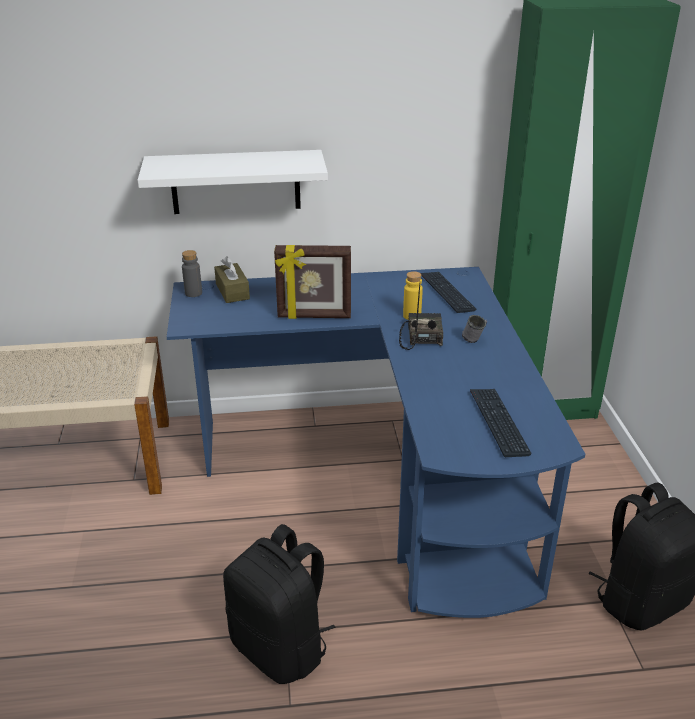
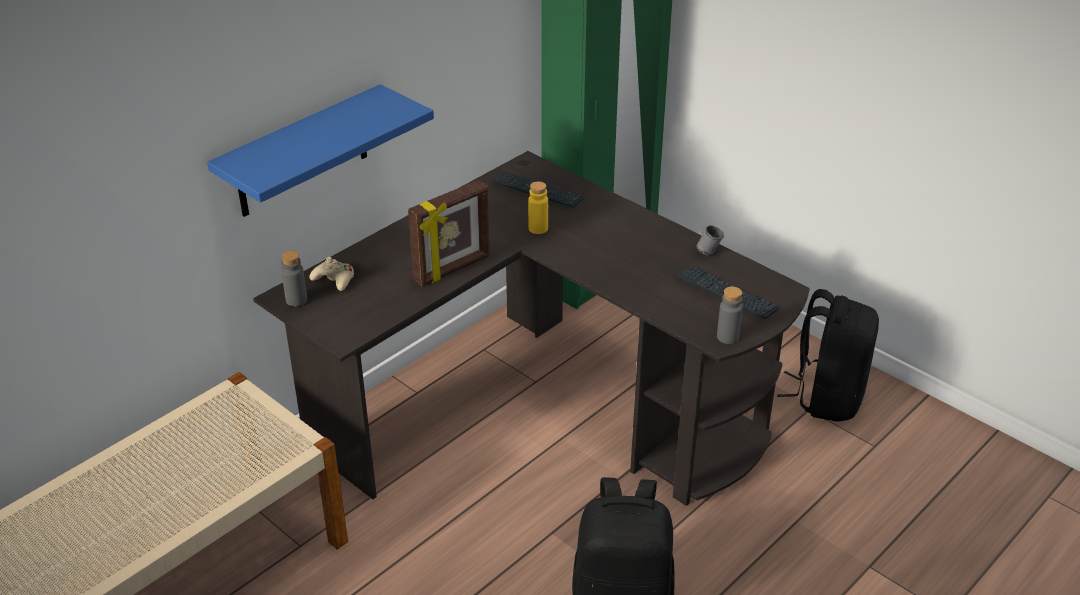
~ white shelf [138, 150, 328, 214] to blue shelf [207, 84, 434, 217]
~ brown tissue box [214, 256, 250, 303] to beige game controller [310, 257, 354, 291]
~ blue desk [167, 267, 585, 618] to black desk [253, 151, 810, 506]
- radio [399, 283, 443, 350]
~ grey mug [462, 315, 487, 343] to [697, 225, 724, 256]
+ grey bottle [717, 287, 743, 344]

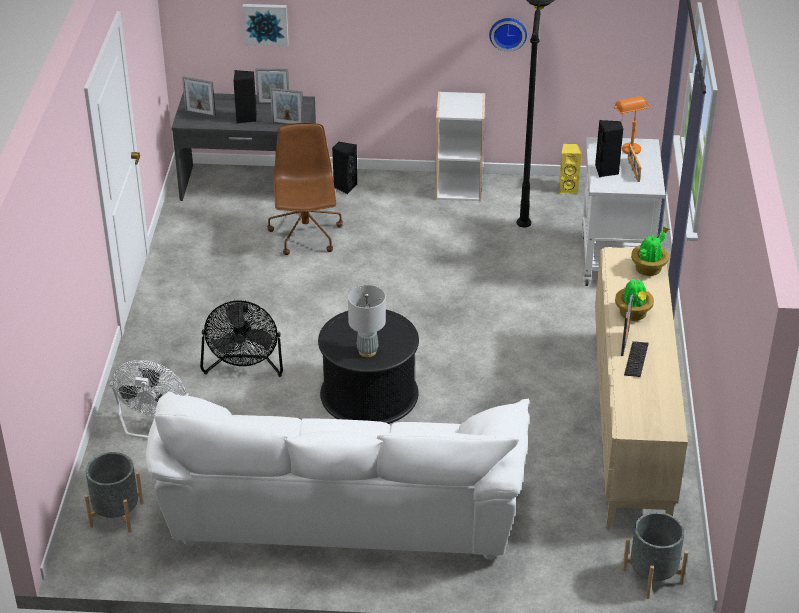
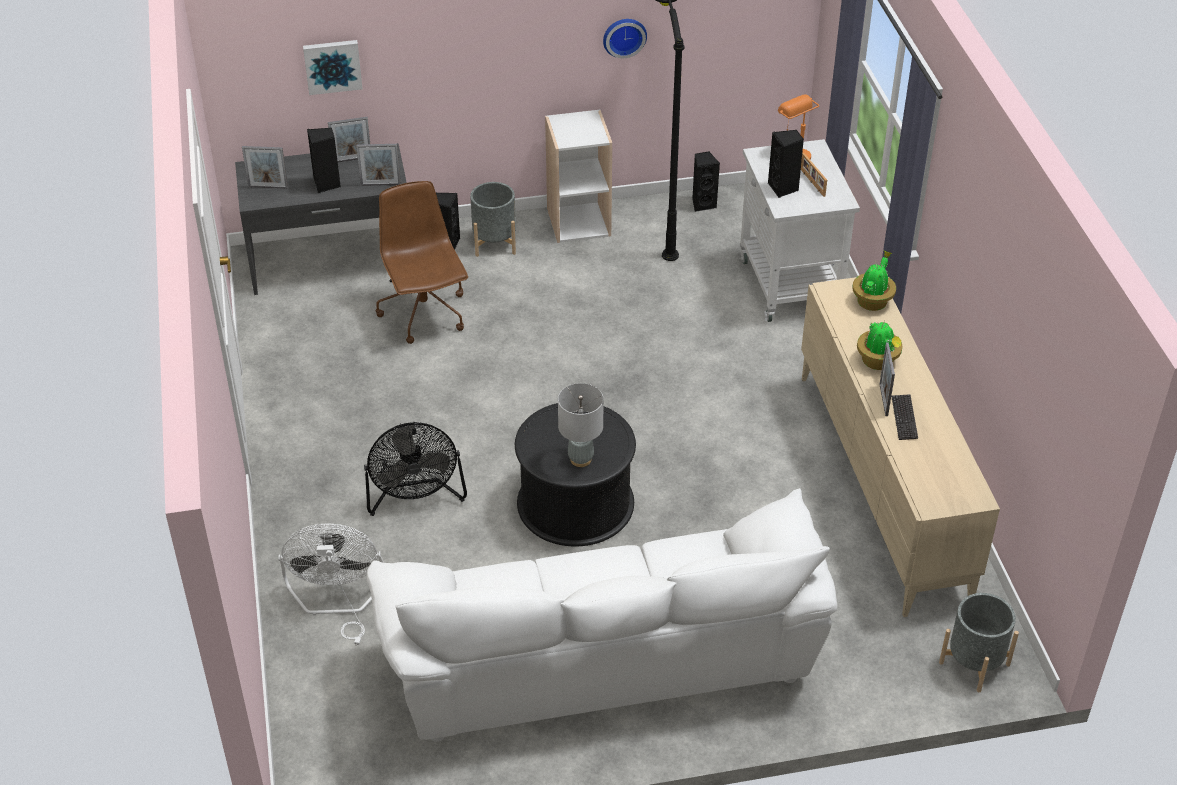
~ yellow speaker [558, 143, 582, 193] to black speaker [692, 151, 720, 212]
~ grey planter [85, 452, 143, 533] to [470, 182, 516, 257]

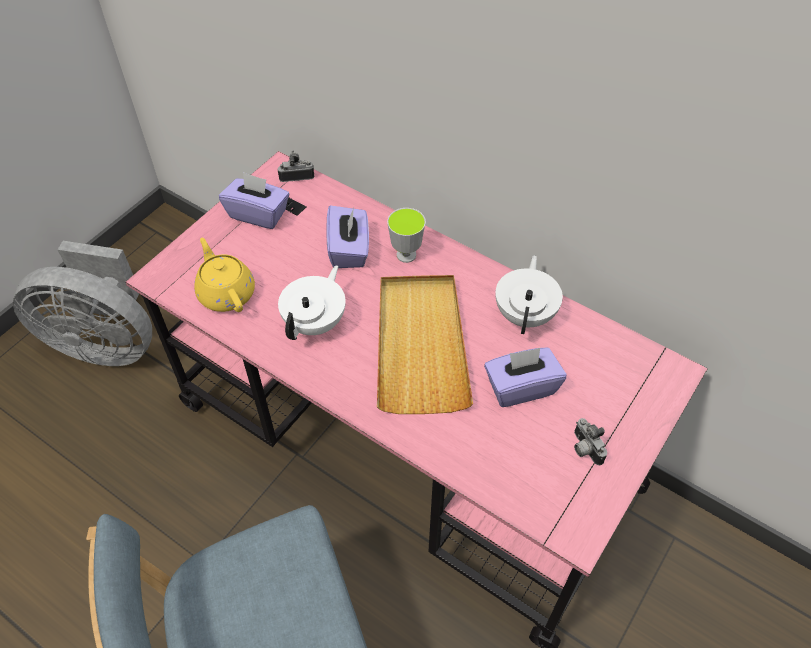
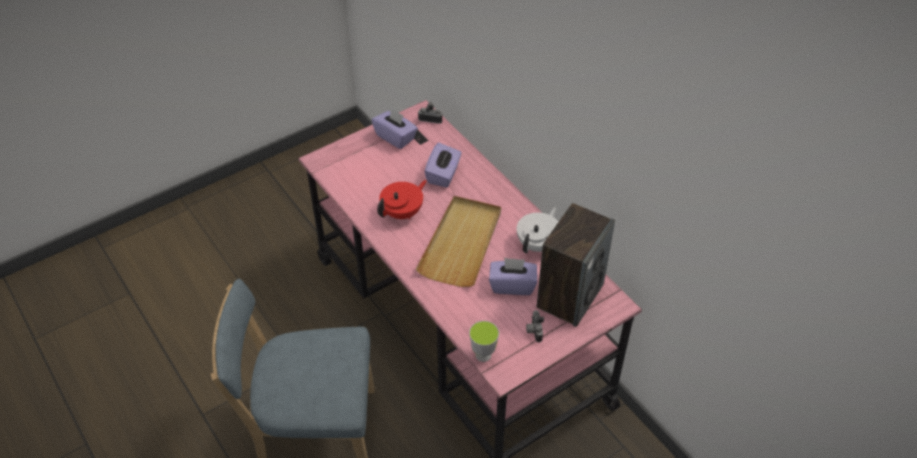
~ cup [387, 208, 426, 263] to [469, 321, 499, 362]
- yellow teapot [194, 238, 255, 312]
- grey fan [13, 241, 152, 366]
~ white teapot [278, 265, 346, 340] to red teapot [377, 180, 427, 219]
+ speaker [537, 203, 615, 327]

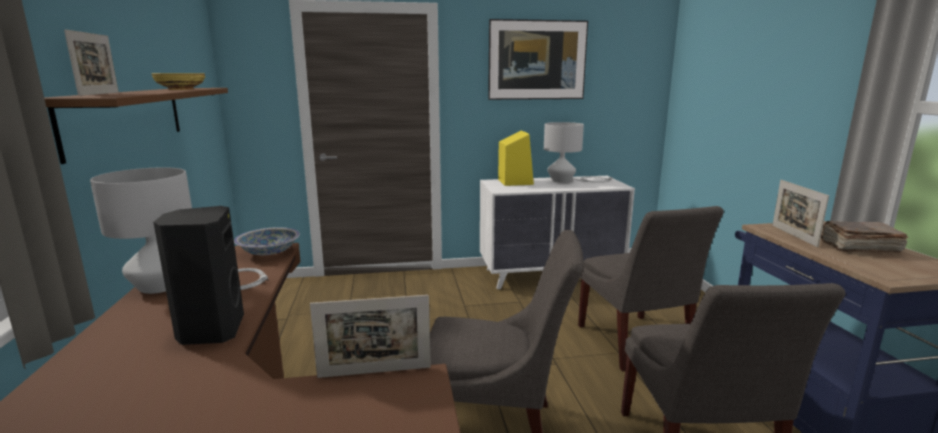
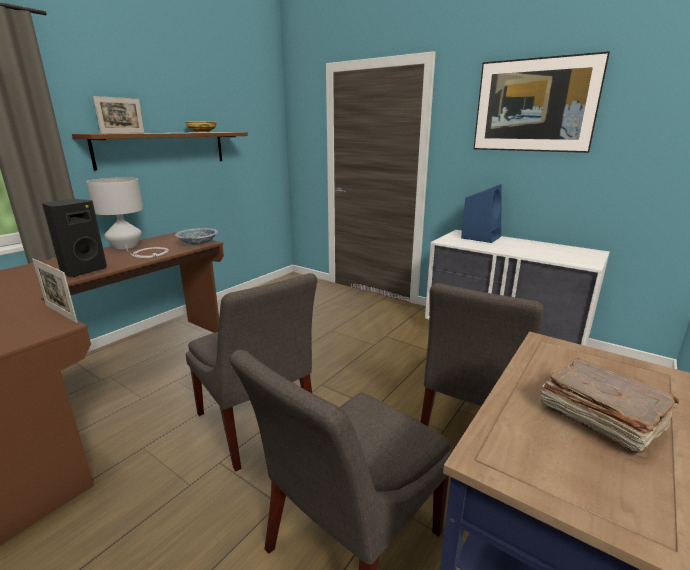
- white table lamp [544, 122, 613, 183]
~ yellow speaker [498, 130, 534, 186] to blue speaker [461, 184, 502, 243]
- picture frame [772, 180, 829, 247]

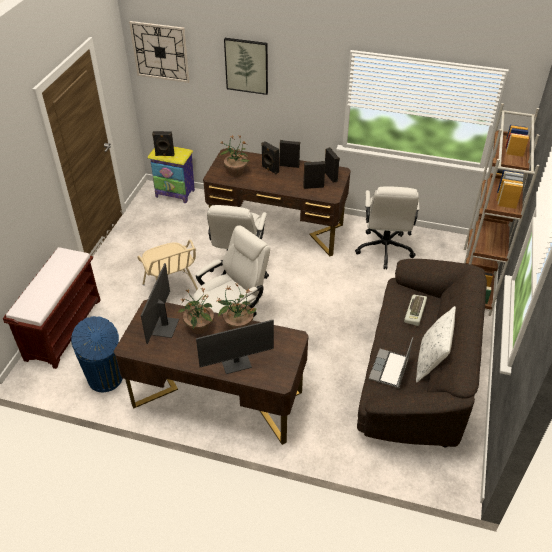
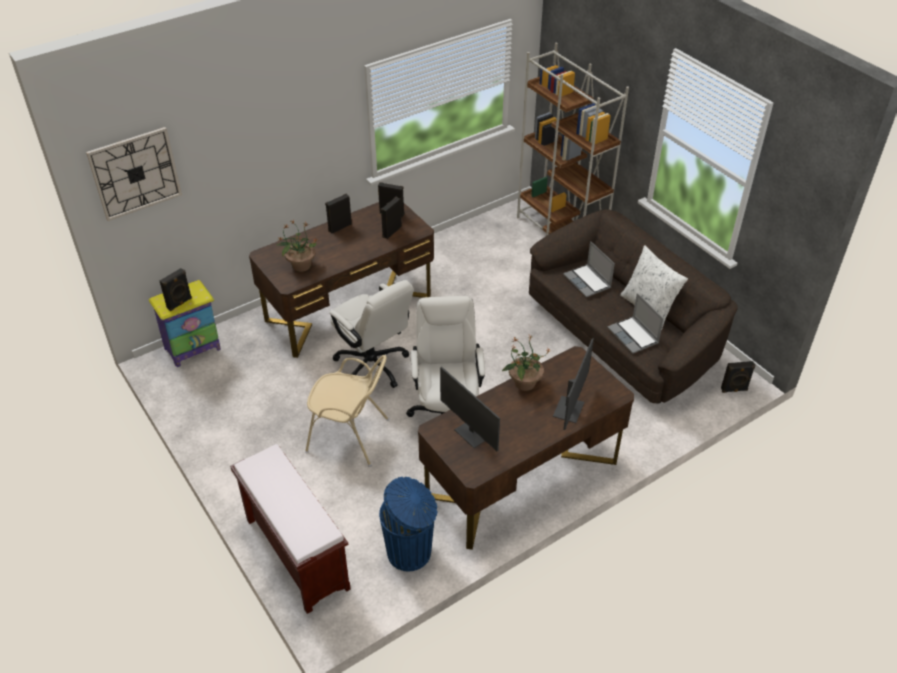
- picture [224, 38, 268, 95]
~ black speaker [261, 142, 279, 174] to [721, 361, 756, 393]
- white office chair [355, 186, 420, 269]
- potted plant [178, 288, 214, 334]
~ keyboard [404, 295, 427, 326] to laptop [563, 241, 615, 297]

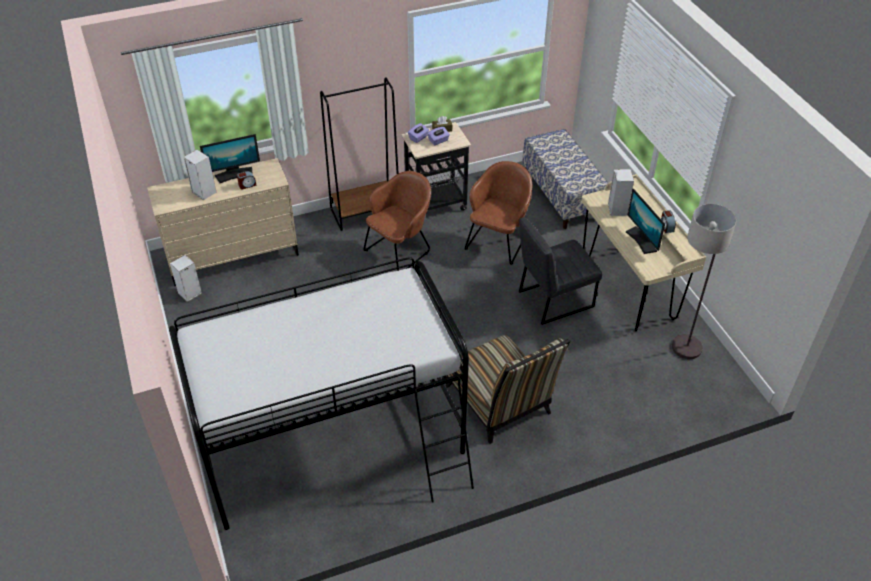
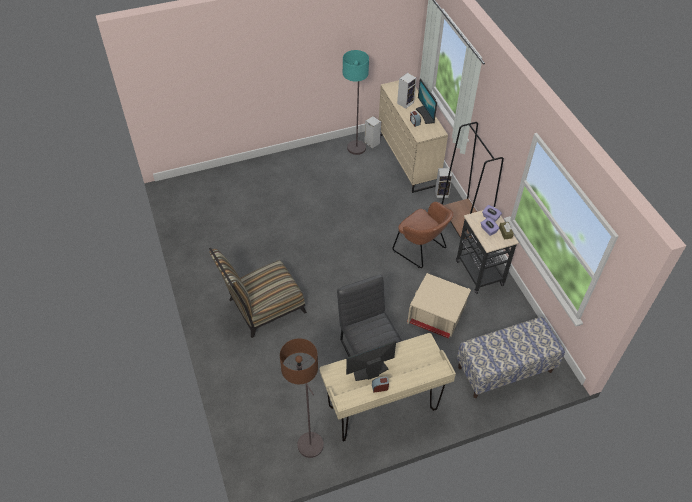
~ brown armchair [465, 161, 532, 265] to beige storage box [407, 273, 471, 338]
~ speaker [608, 169, 634, 216] to [435, 168, 452, 198]
~ grey floor lamp [672, 204, 736, 359] to brown floor lamp [280, 338, 324, 458]
- black bed [169, 257, 474, 530]
+ turquoise floor lamp [343, 50, 369, 155]

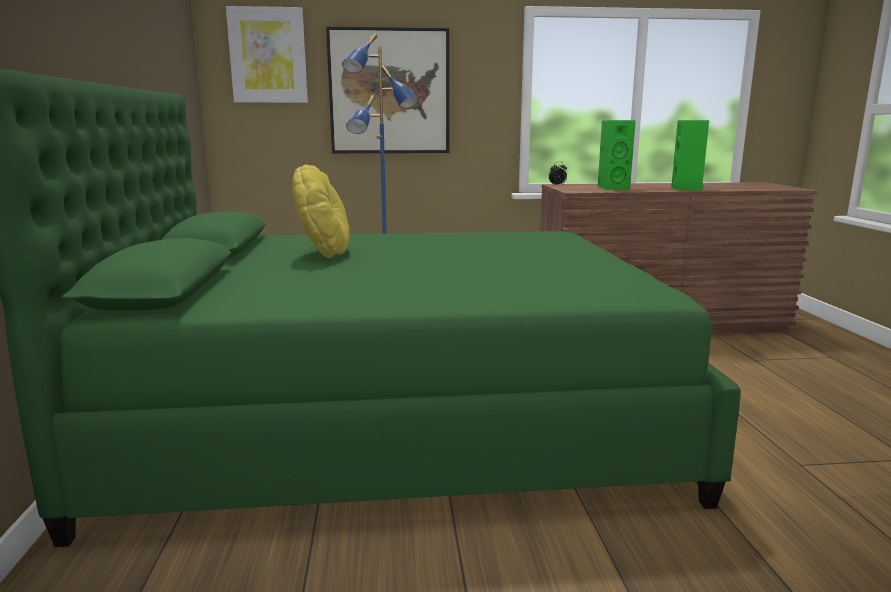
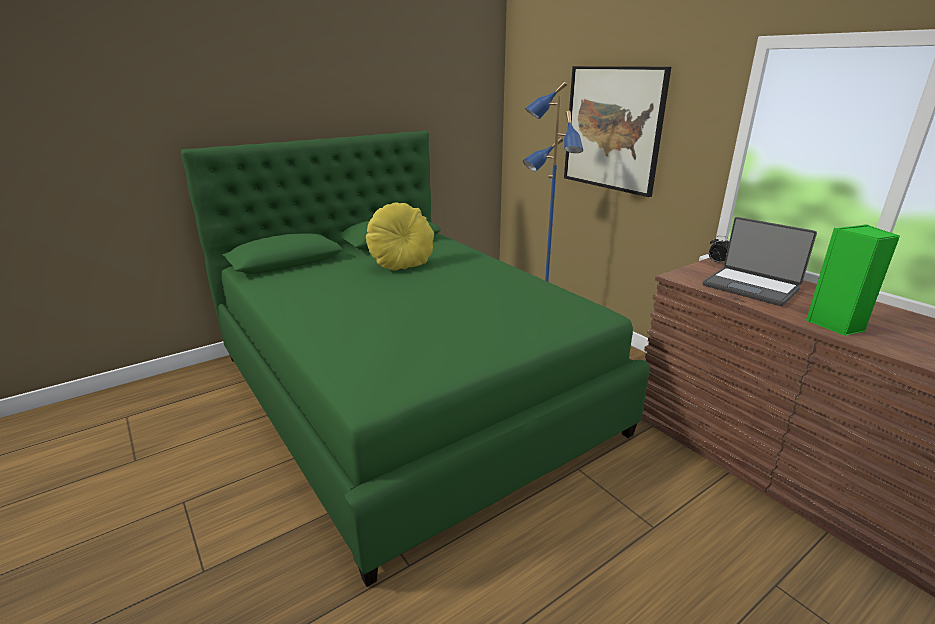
- picture [226, 6, 308, 103]
~ green speaker [598, 120, 636, 189] to laptop [702, 217, 817, 306]

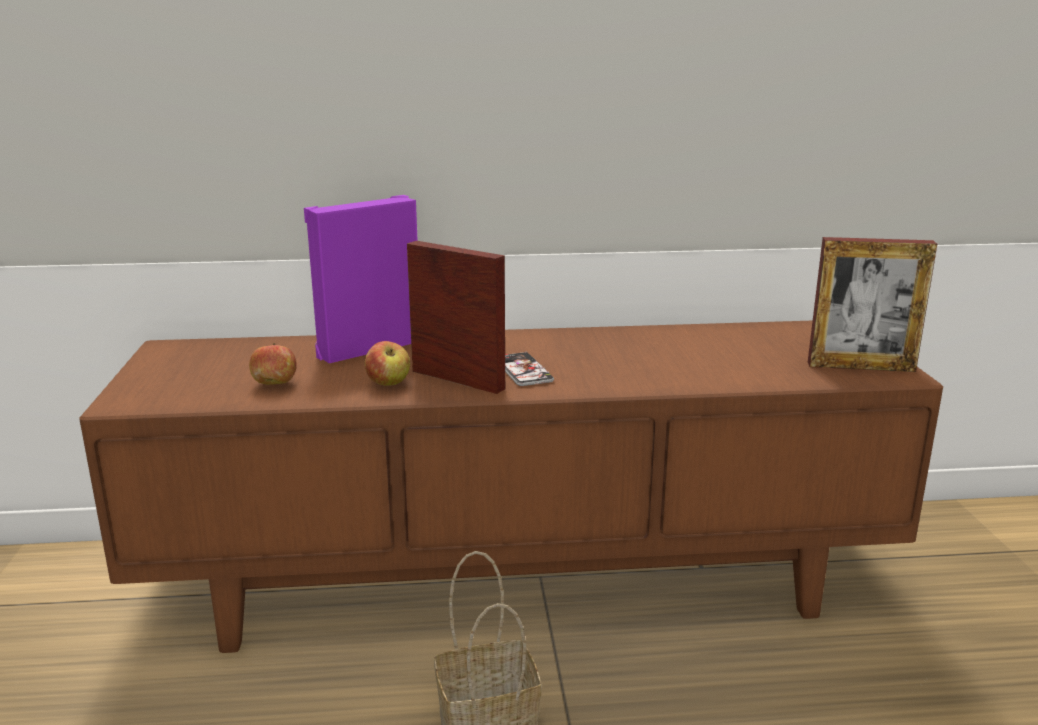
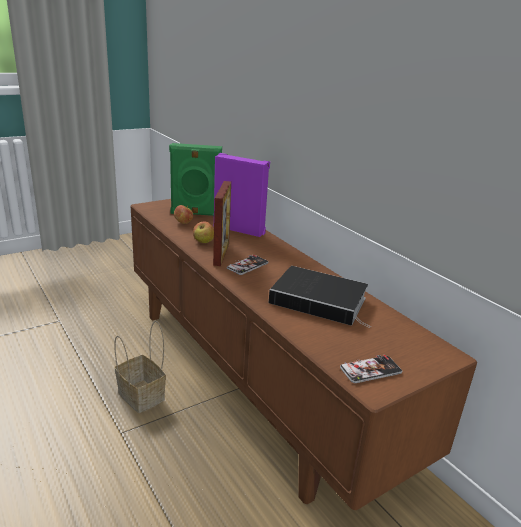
~ picture frame [808, 237, 937, 372] to phone [340, 355, 402, 383]
+ green speaker [169, 143, 222, 216]
+ book [269, 266, 371, 328]

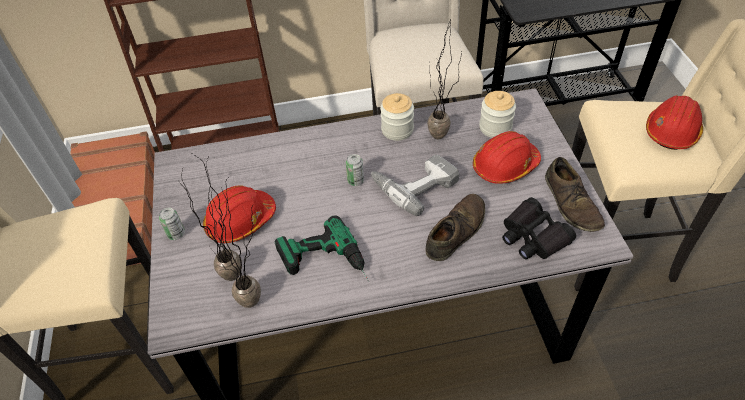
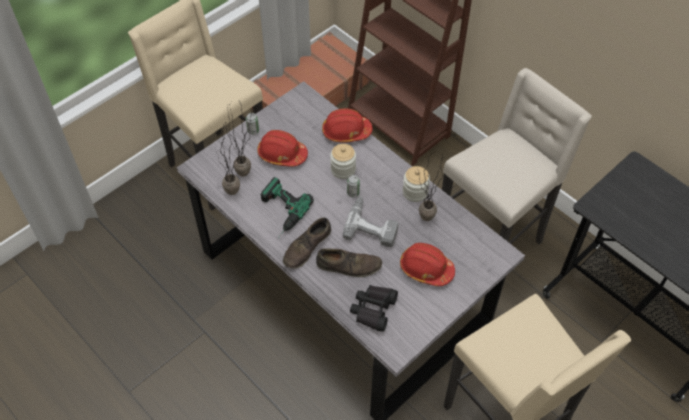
~ jar [479, 91, 516, 138] to [330, 144, 356, 179]
~ red hard hat [646, 95, 703, 150] to [322, 108, 373, 142]
~ brown shoe [545, 157, 605, 232] to [283, 218, 331, 269]

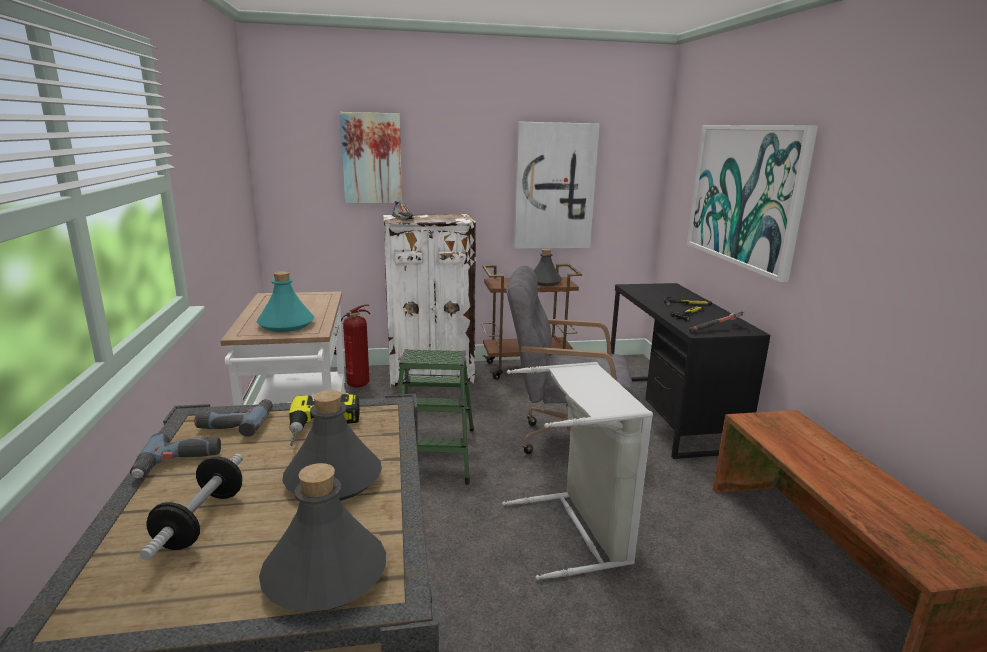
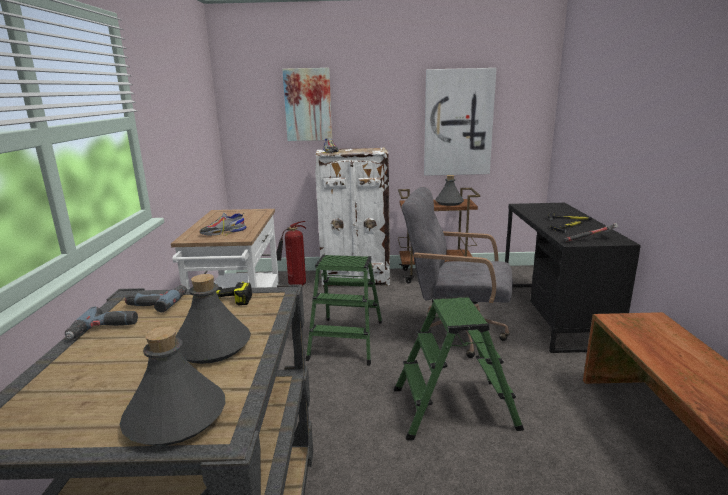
- picture [687, 125, 818, 282]
~ turquoise bottle [256, 271, 314, 332] to shoe [200, 213, 246, 236]
~ grey laundry basket [502, 362, 653, 580] to green step ladder [393, 296, 524, 441]
- dumbbell [139, 454, 243, 561]

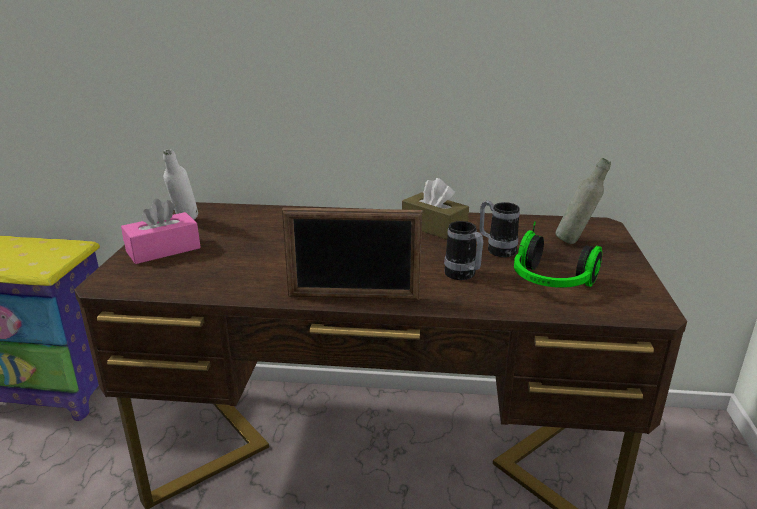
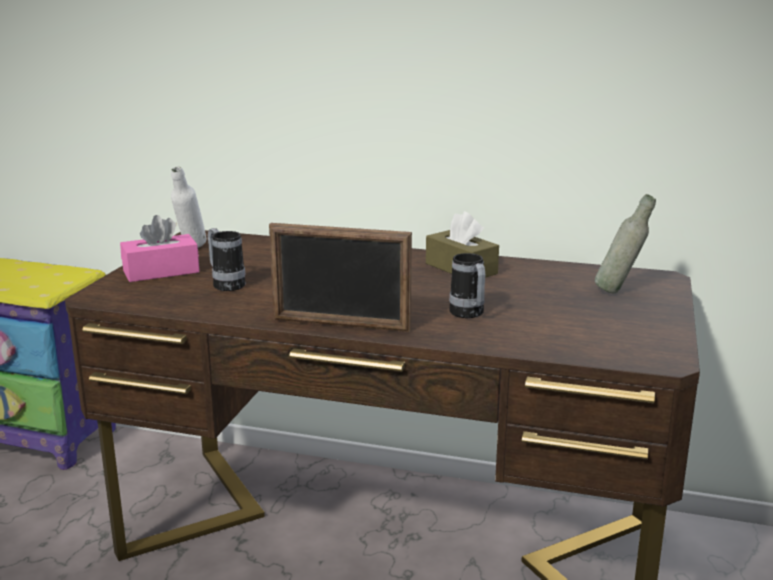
~ mug [479, 200, 520, 257] to [208, 228, 246, 291]
- headphones [514, 221, 602, 288]

